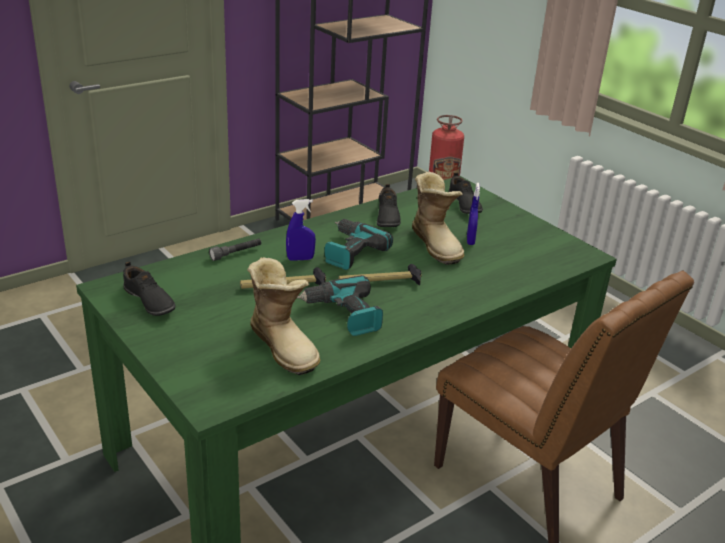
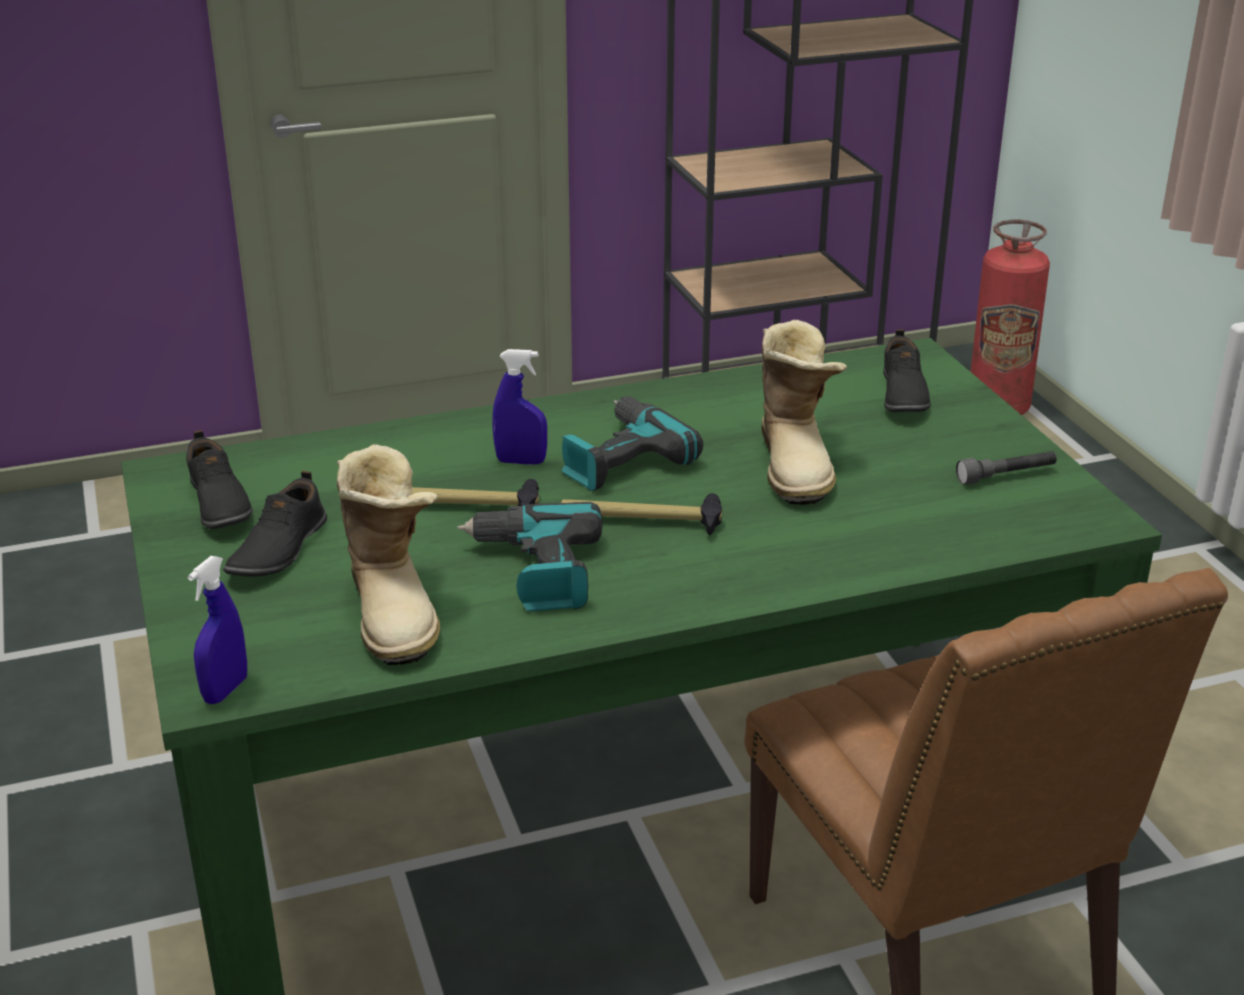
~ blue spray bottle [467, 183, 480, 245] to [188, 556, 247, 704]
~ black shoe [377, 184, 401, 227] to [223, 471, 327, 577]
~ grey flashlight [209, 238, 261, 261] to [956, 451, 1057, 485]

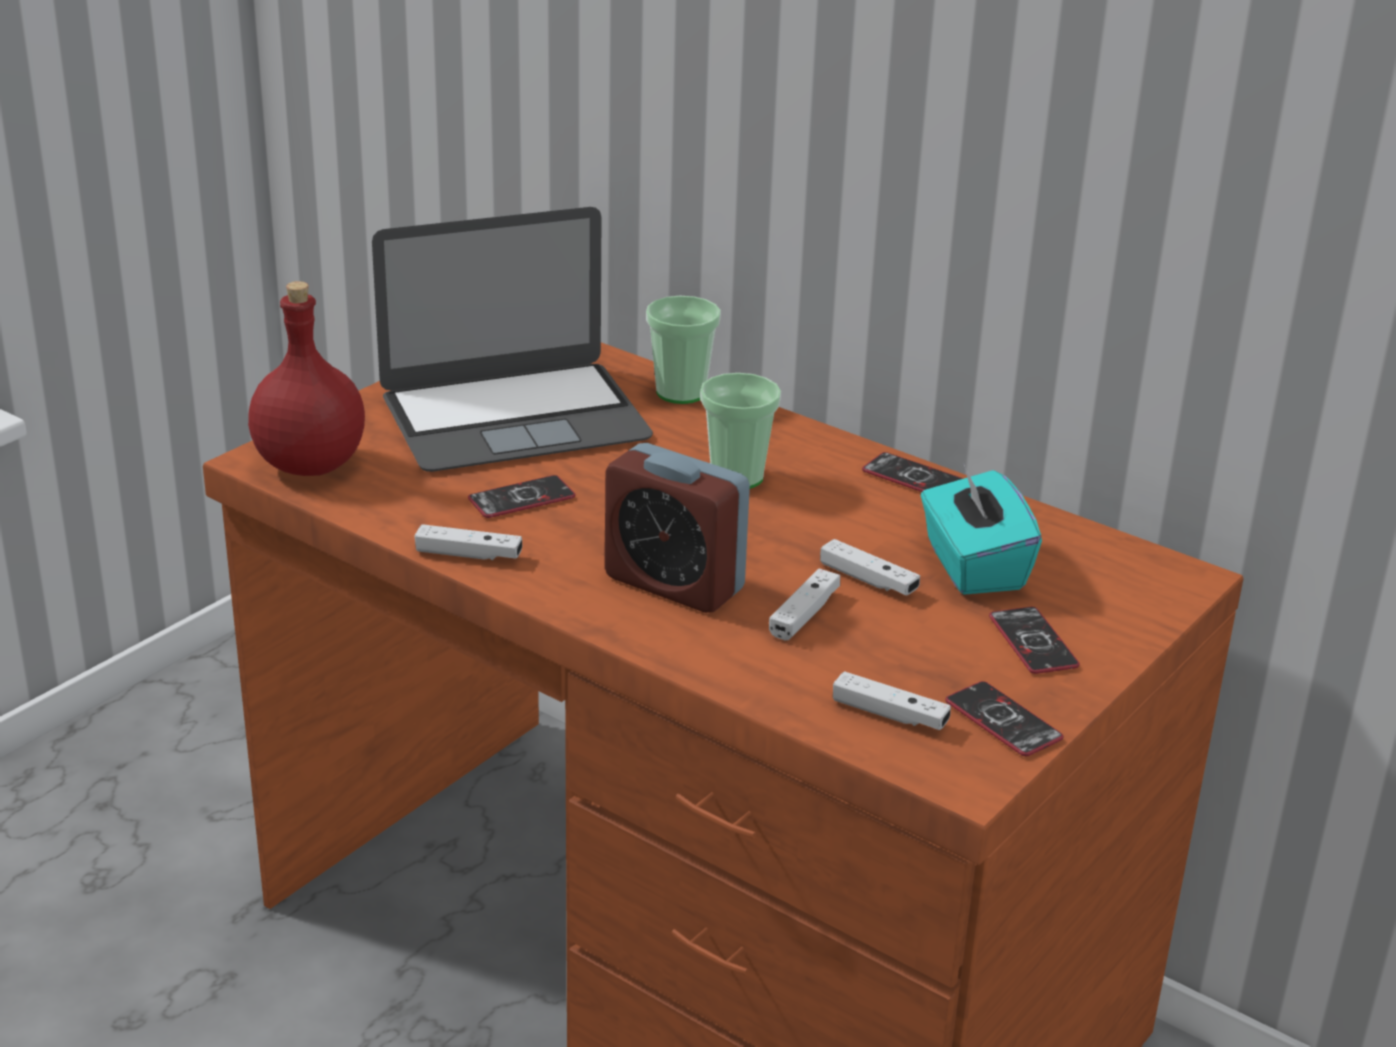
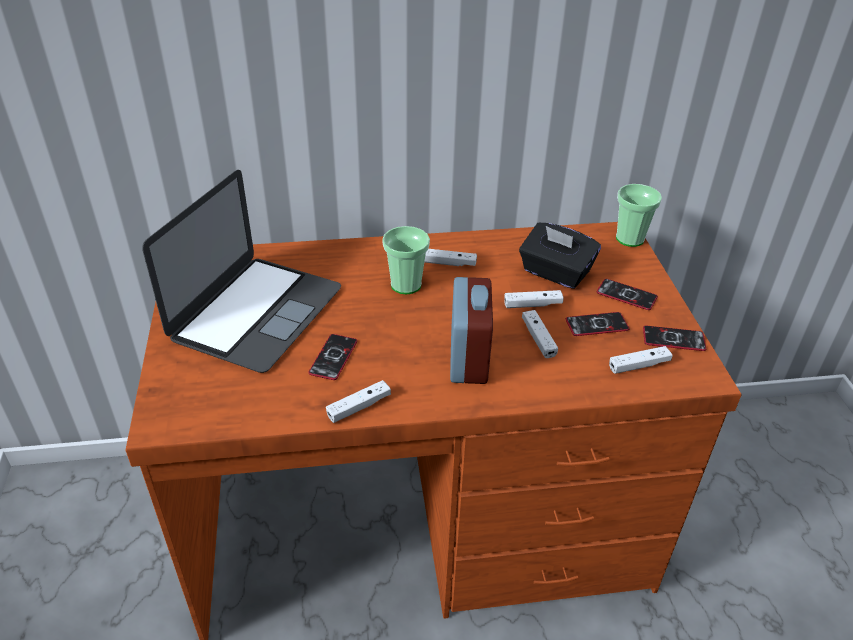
- red bottle [248, 281, 365, 476]
~ cup [646, 296, 721, 404] to [616, 184, 662, 247]
~ alarm clock [605, 443, 750, 613] = [450, 277, 493, 384] 75 degrees counterclockwise
~ phone [862, 452, 963, 492] to [566, 312, 629, 336]
~ turquoise tissue box [921, 463, 1042, 595] to black tissue box [519, 223, 601, 289]
+ white game controller [424, 249, 477, 266]

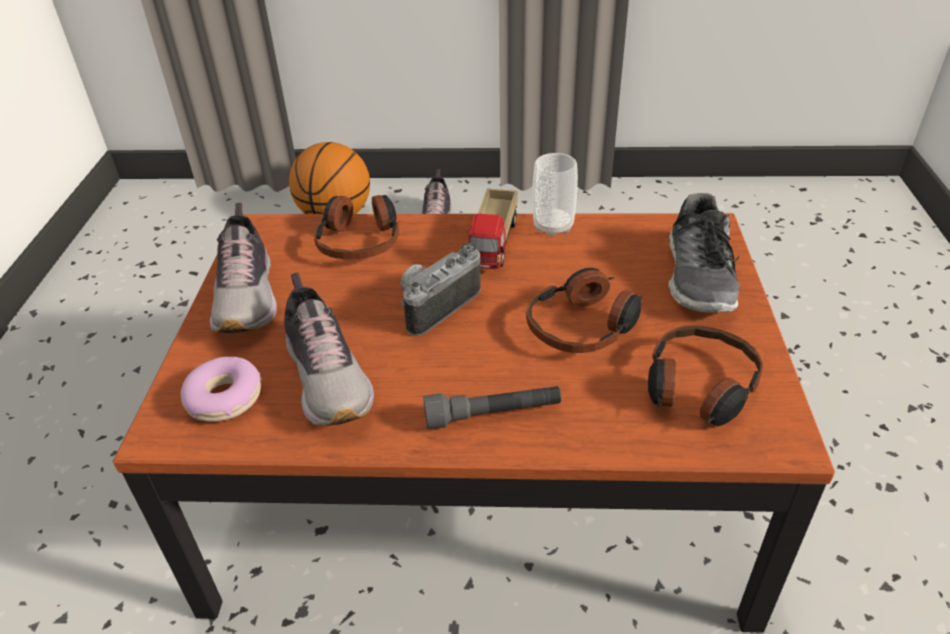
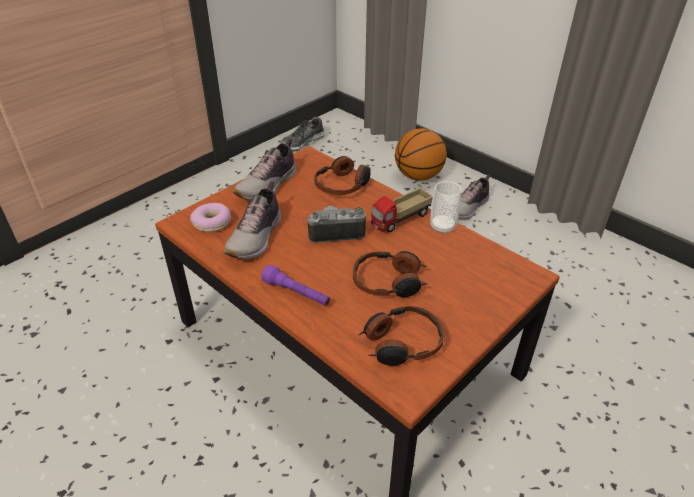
~ shoe [669, 193, 740, 313] to [280, 117, 325, 152]
~ grey flashlight [423, 386, 561, 429] to purple flashlight [261, 265, 330, 306]

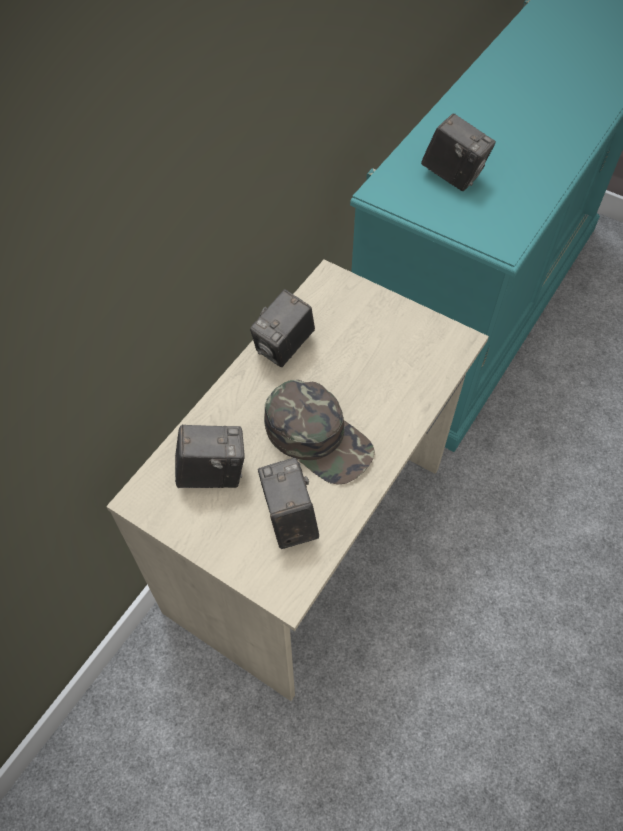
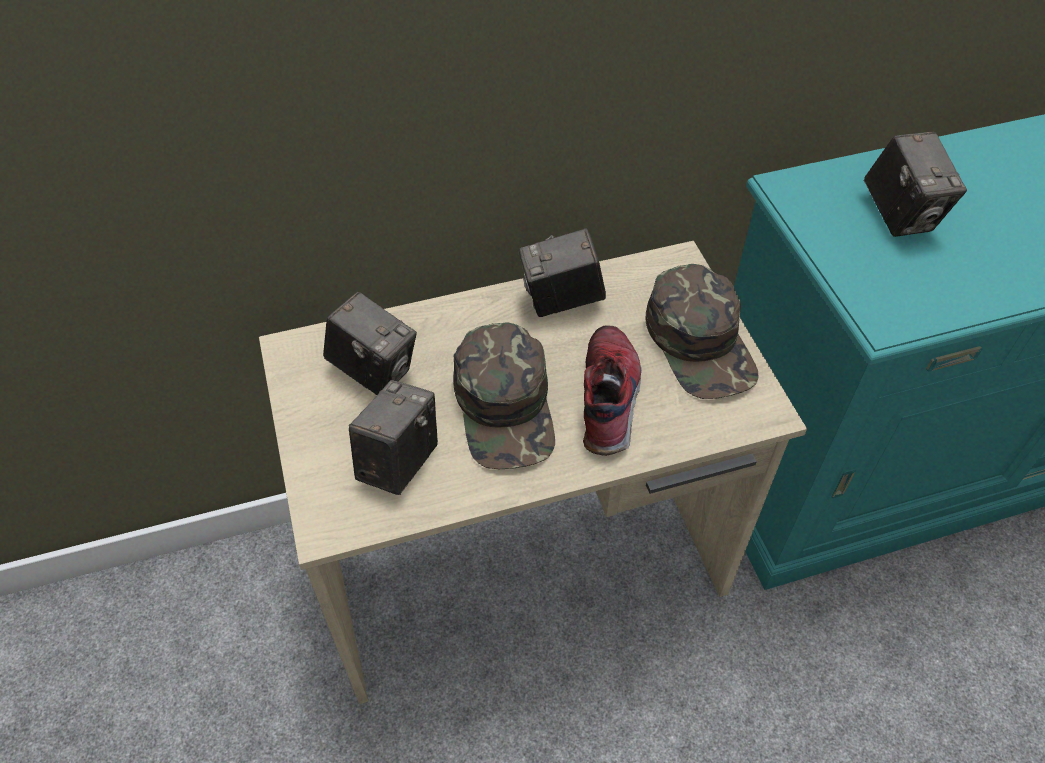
+ green cap [646, 264, 758, 399]
+ shoe [583, 325, 642, 456]

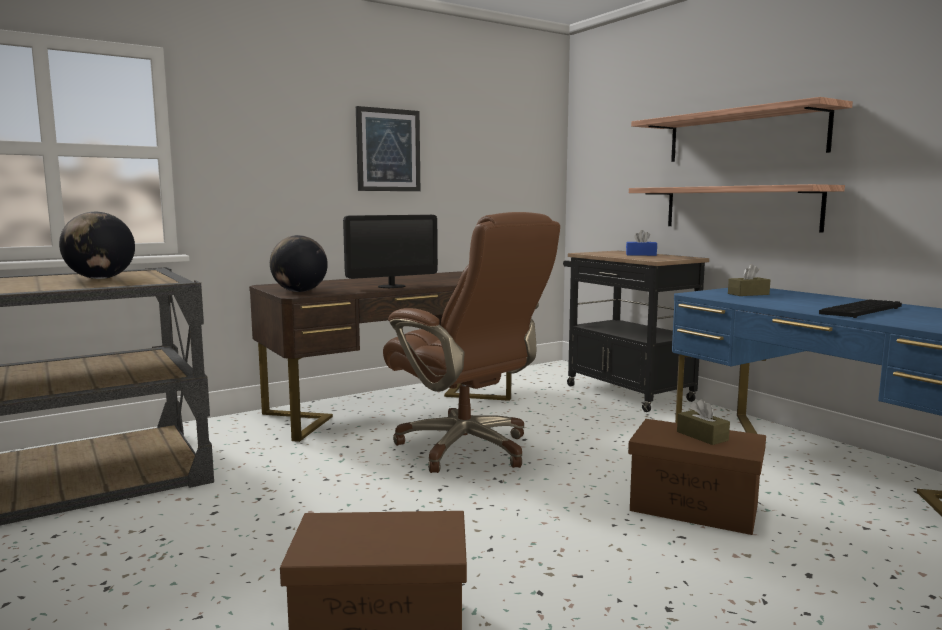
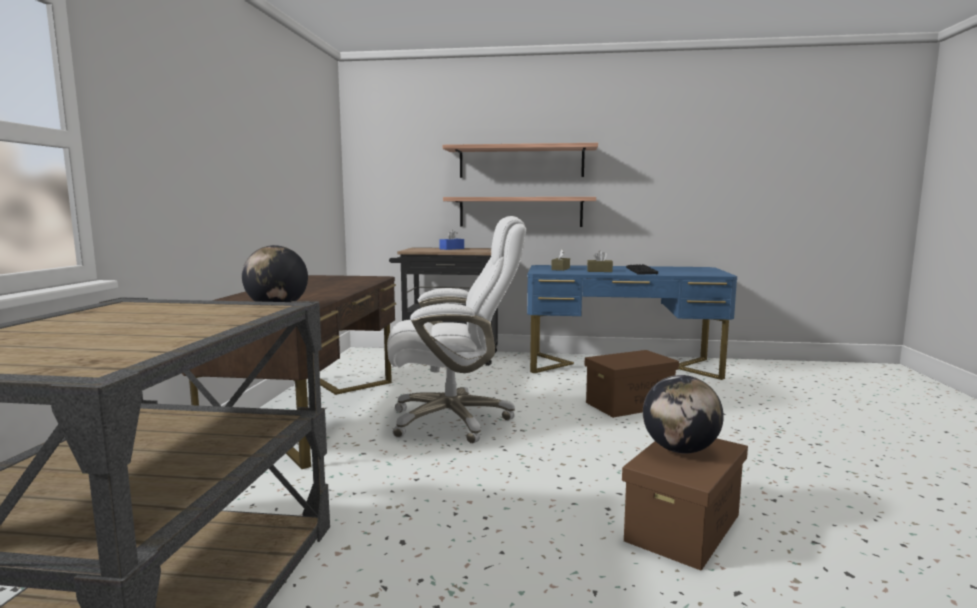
- picture [356, 106, 420, 191]
~ globe [59, 212, 135, 279] to [643, 375, 724, 453]
~ brown office chair [383, 212, 560, 473] to white office chair [387, 216, 526, 444]
- monitor [343, 215, 438, 288]
~ brown tissue box [677, 399, 730, 445] to [587, 250, 613, 272]

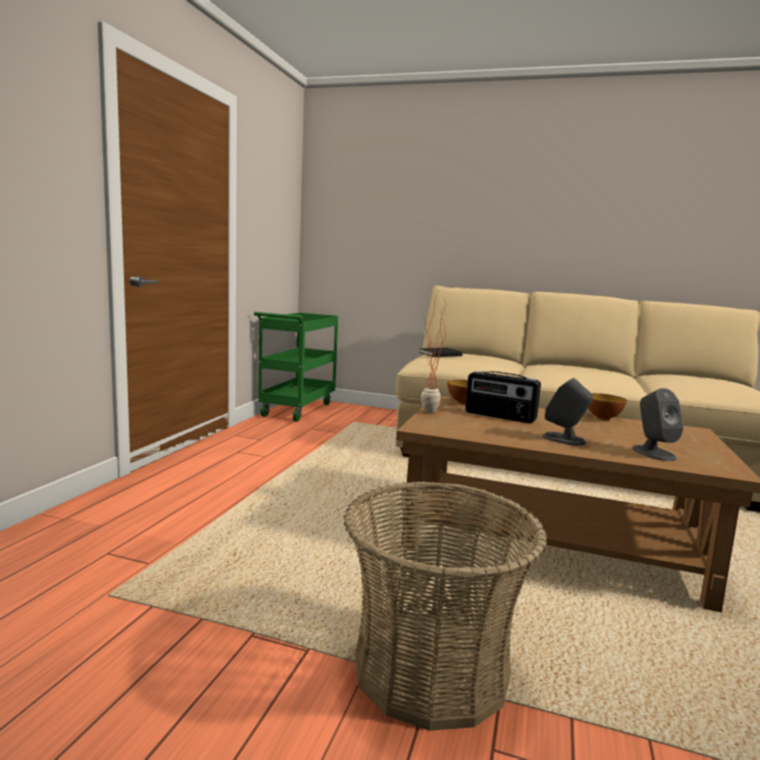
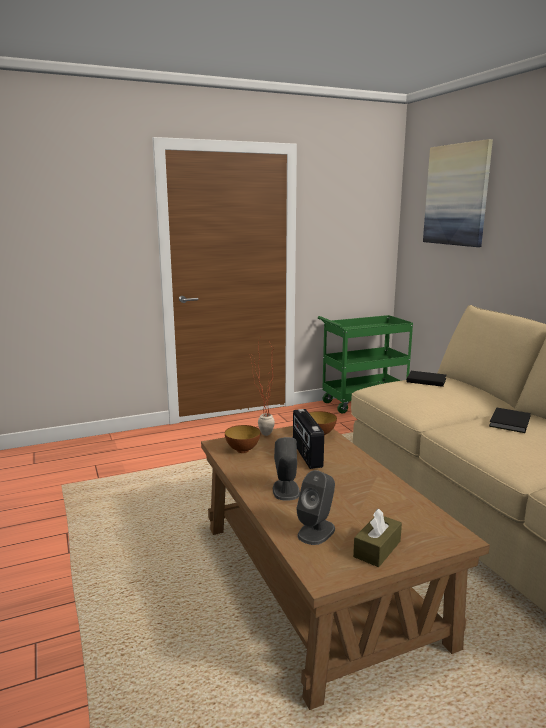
~ bowl [588, 393, 627, 421] to [225, 425, 261, 453]
- basket [344, 481, 548, 731]
+ picture [423, 139, 493, 247]
+ black book [489, 407, 531, 433]
+ brown tissue box [353, 509, 402, 567]

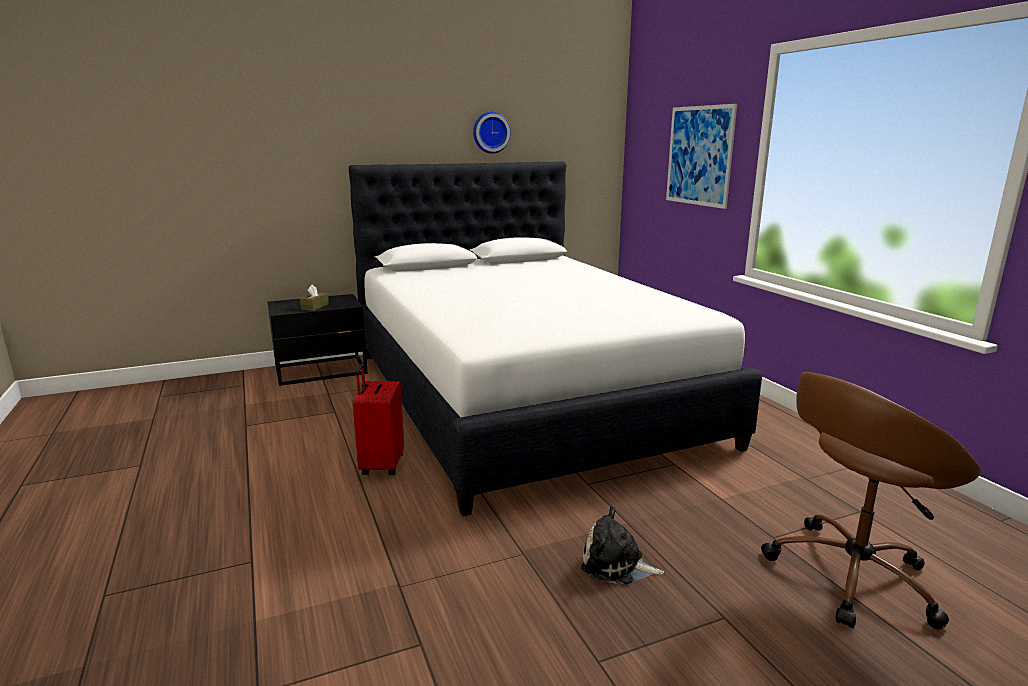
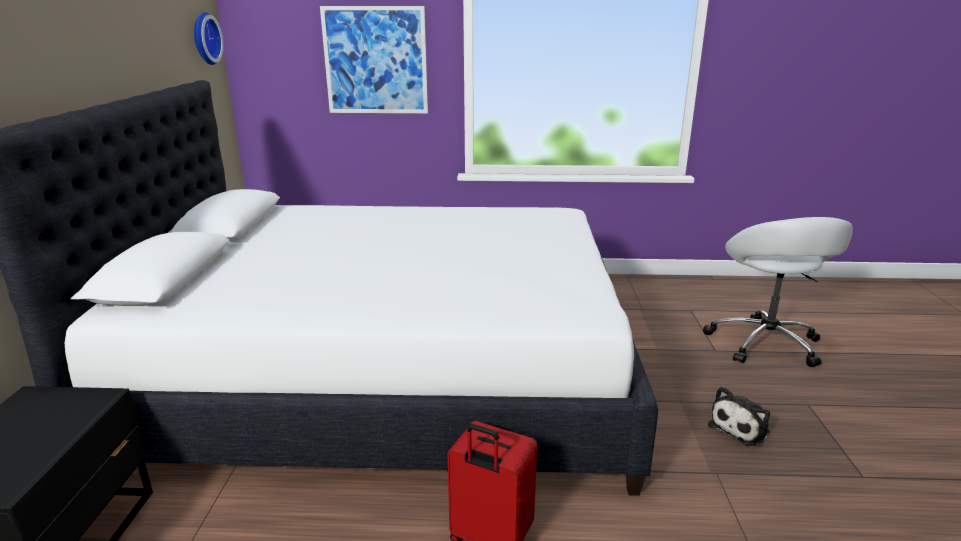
~ wall clock [473, 112, 511, 154] to [194, 12, 224, 65]
- brown tissue box [300, 285, 329, 311]
~ brown office chair [761, 372, 981, 629] to white office chair [703, 217, 853, 367]

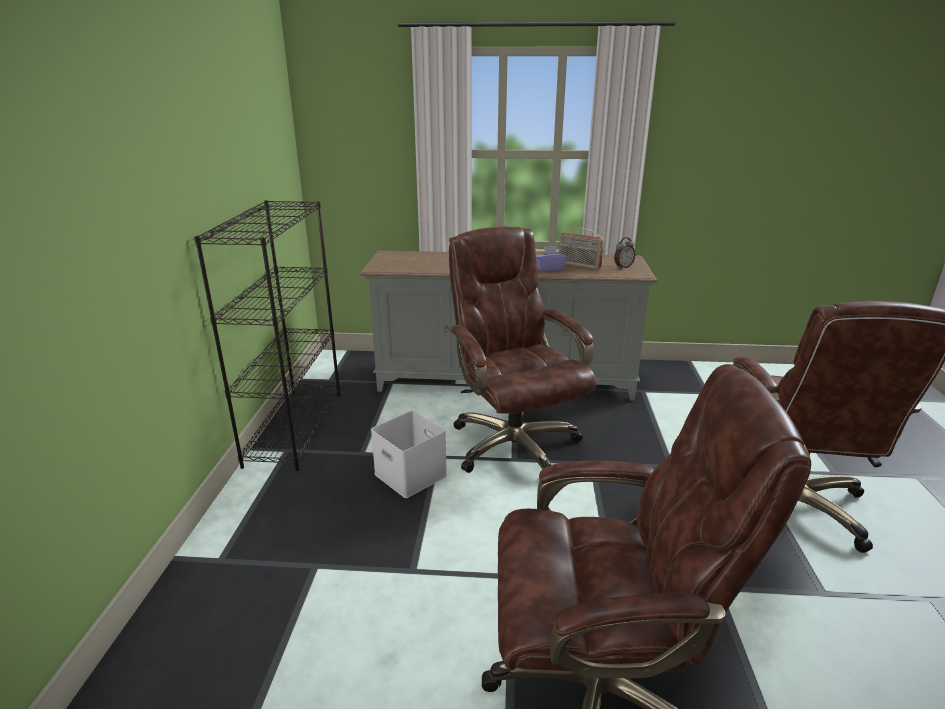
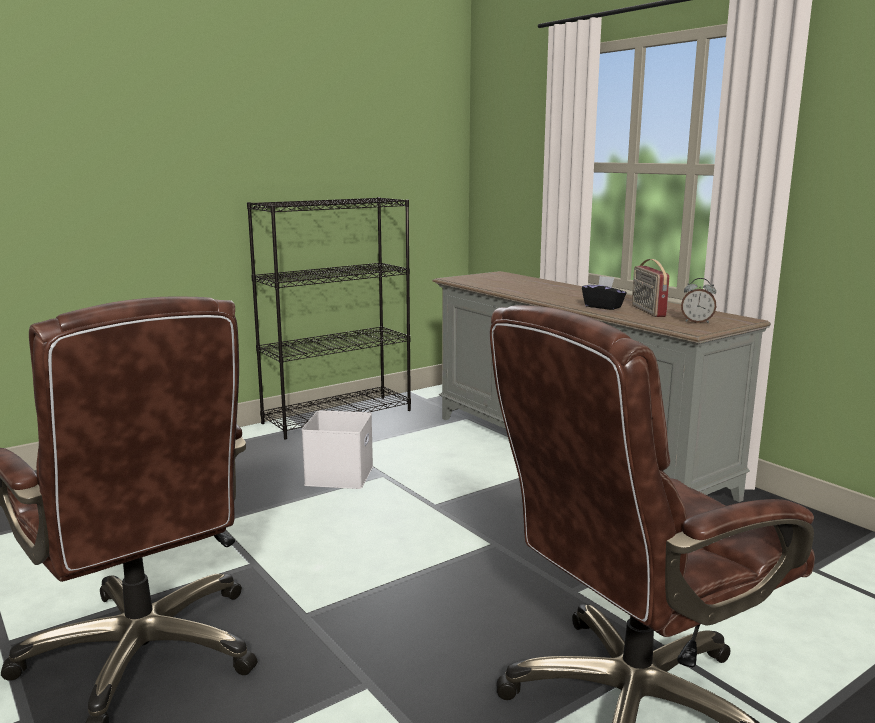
- brown office chair [449, 226, 596, 473]
~ purple tissue box [536, 246, 567, 272] to black tissue box [582, 276, 627, 310]

